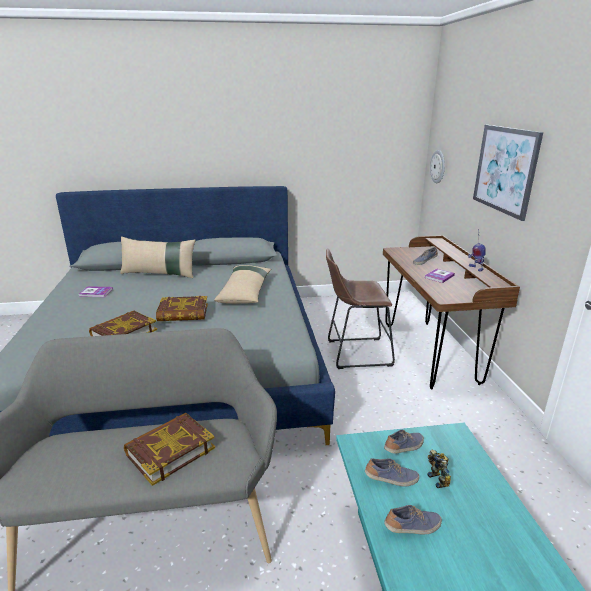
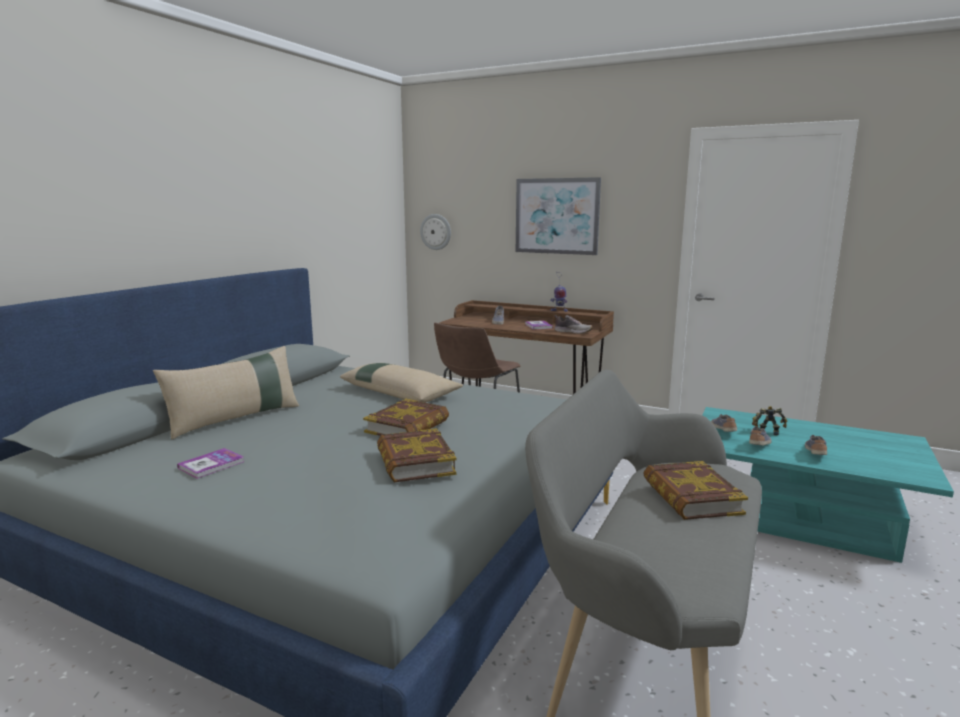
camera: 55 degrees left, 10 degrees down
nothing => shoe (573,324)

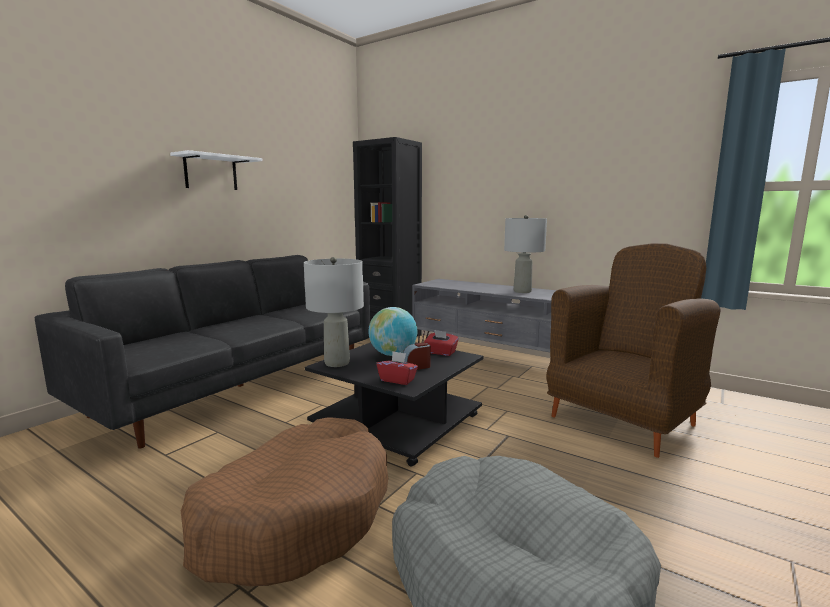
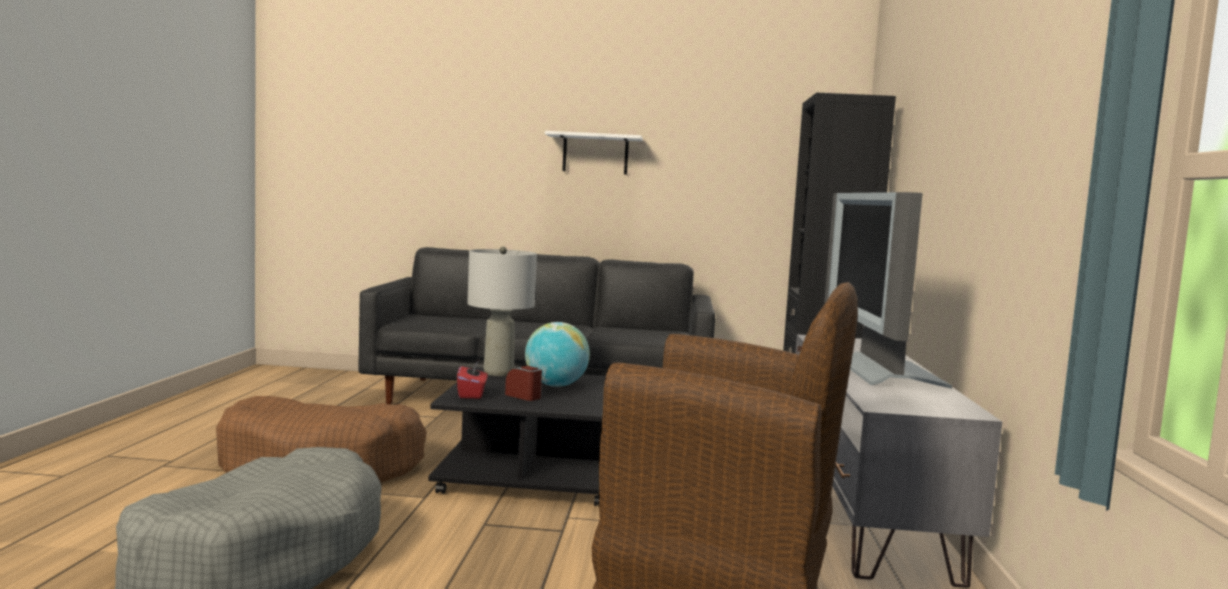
camera: 60 degrees right, 5 degrees down
red tissue box (441,343) => nothing
grey table lamp (525,254) => television (888,290)

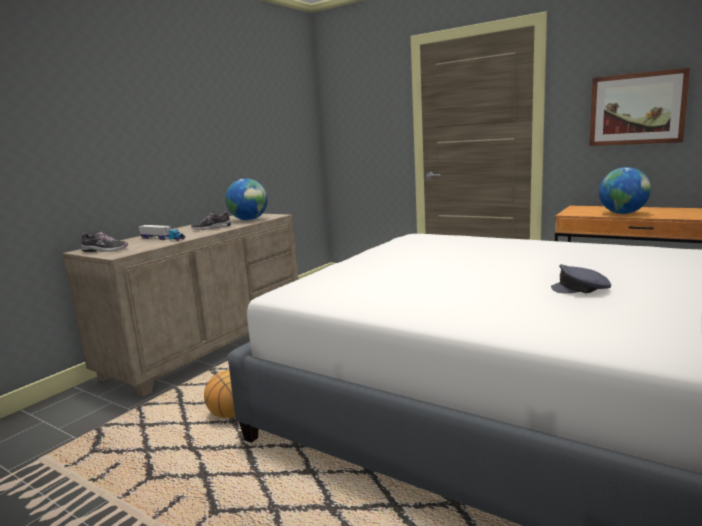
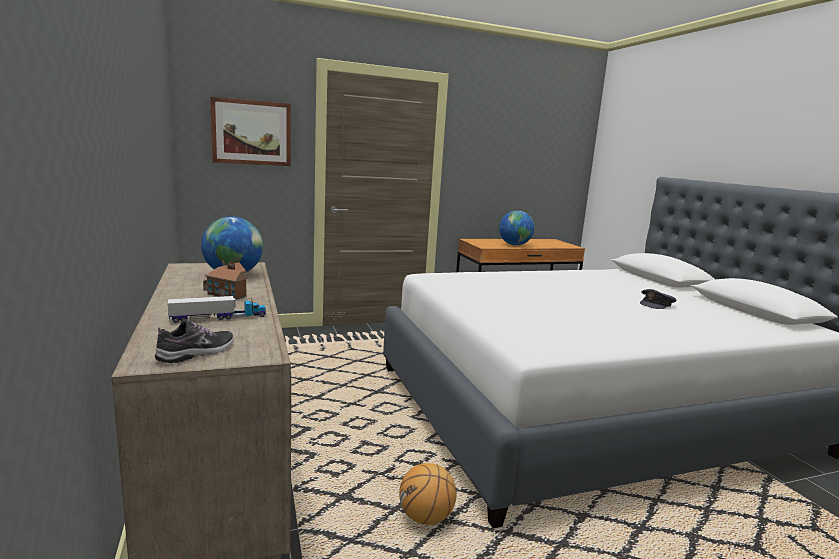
camera: 55 degrees left, 0 degrees up
picture (639,106) => picture (250,131), move
shoe (211,220) => toy house (225,281)

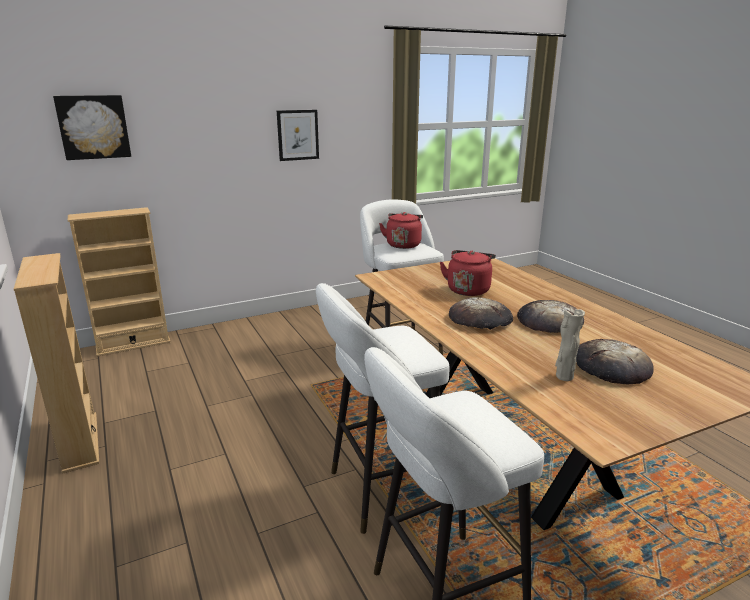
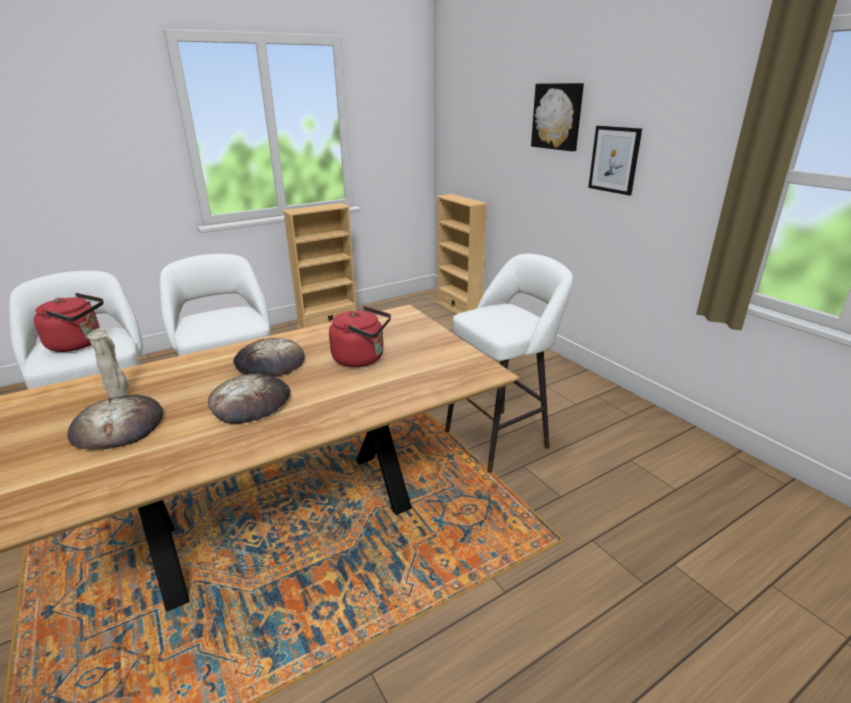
camera: 85 degrees right, 5 degrees up
picture (92,127) => picture (557,117), move
red kettle (401,230) => red kettle (69,322), move

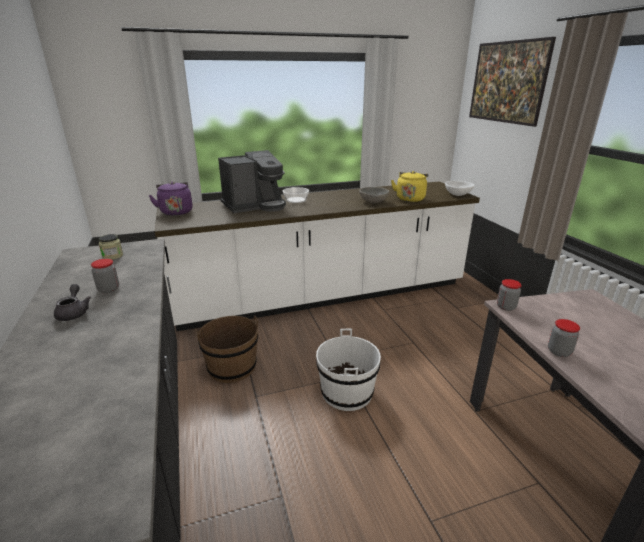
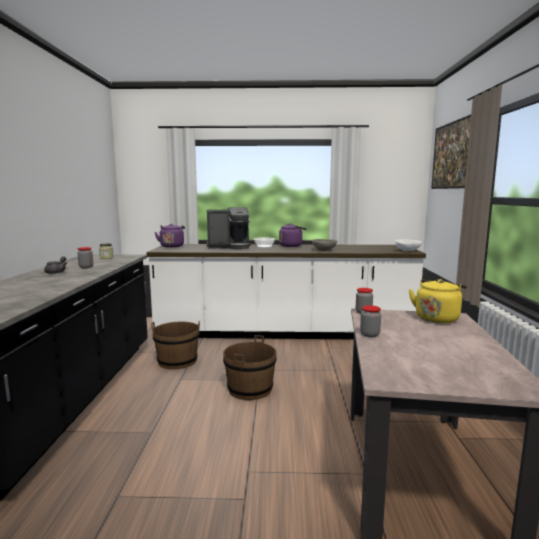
camera: 20 degrees right, 15 degrees down
nothing => purple kettle (293,235)
yellow kettle (409,186) => yellow kettle (438,301), move
white bucket (348,370) => brown bucket (250,367)

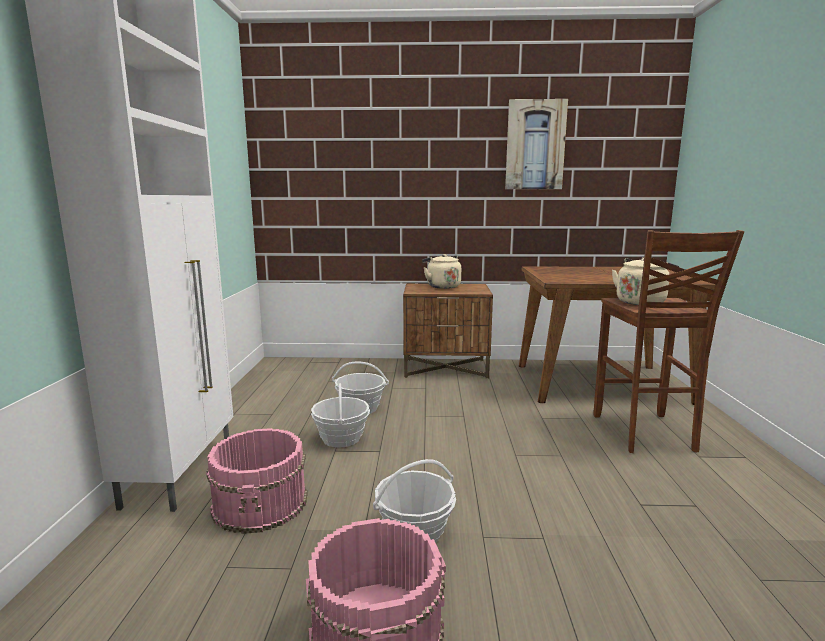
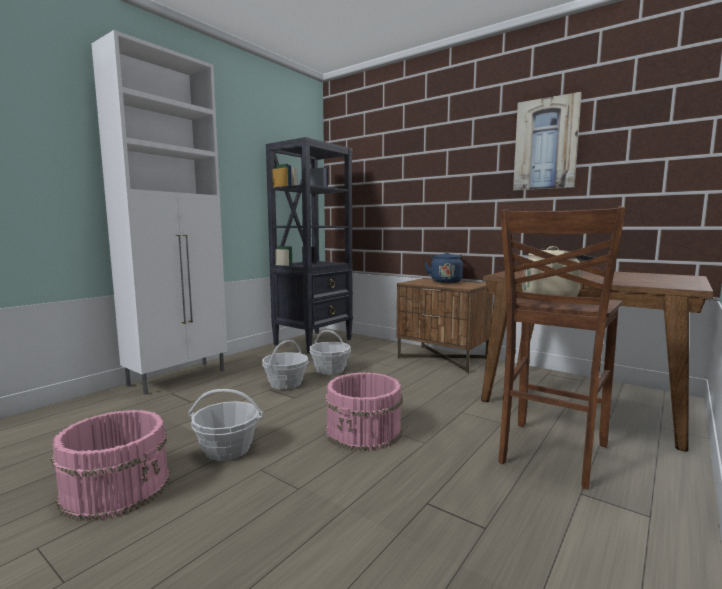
camera: 35 degrees right, 5 degrees down
nothing => black bookcase (309,245)
pink bucket (256,481) => pink bucket (364,411), move
beige kettle (441,271) => blue kettle (443,267)

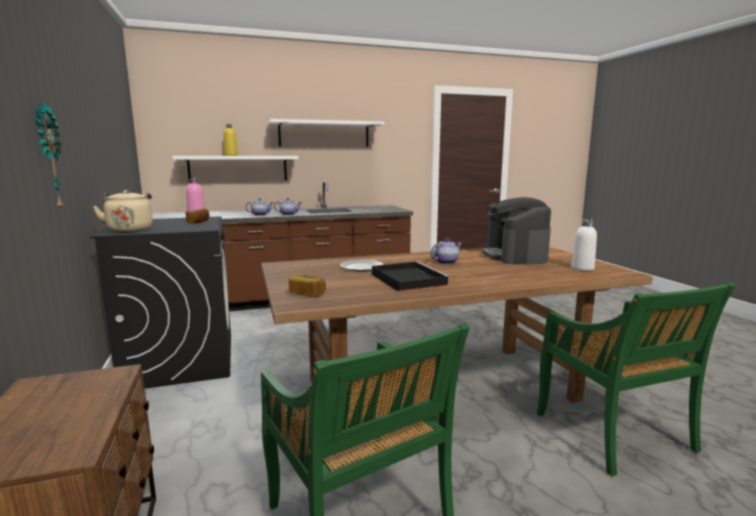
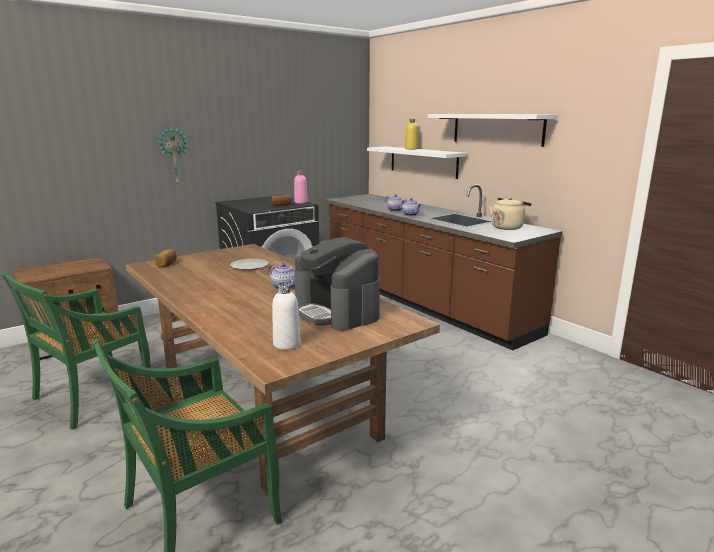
camera: 70 degrees right, 5 degrees up
black tray (411,276) => nothing
beige kettle (123,211) => beige kettle (510,213), move
coffee machine (517,230) => coffee machine (337,284), 105 degrees counterclockwise

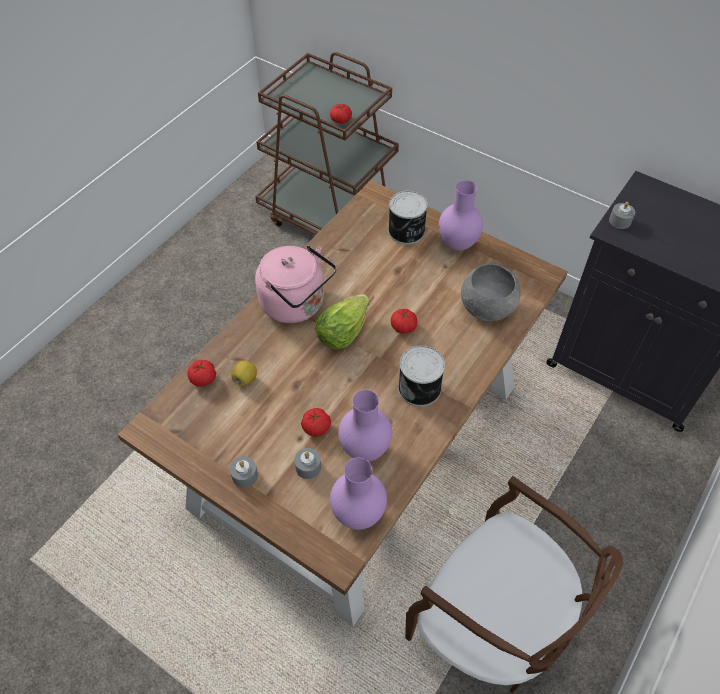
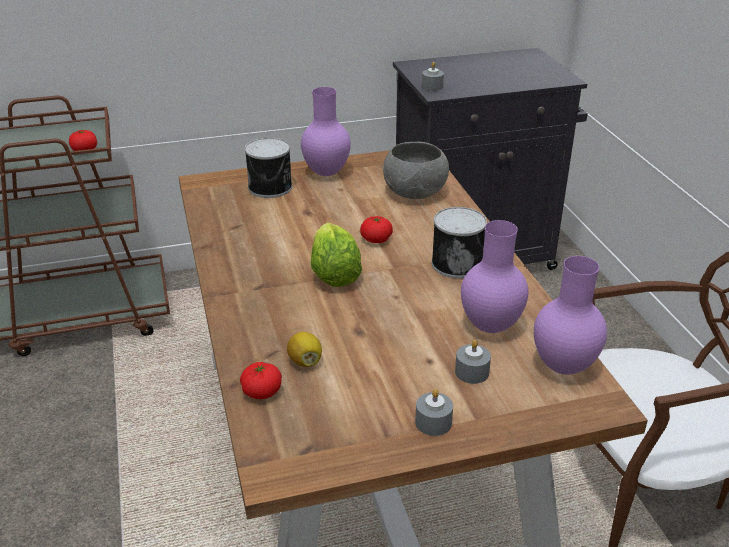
camera: 50 degrees left, 20 degrees down
pink kettle (296,284) => nothing
tomato (316,422) => nothing

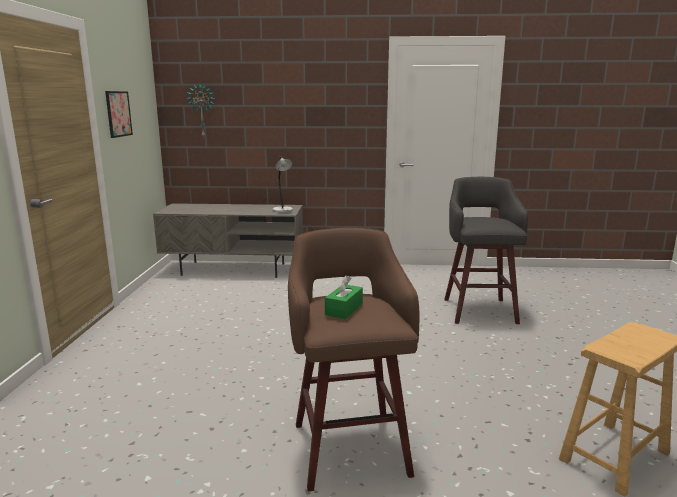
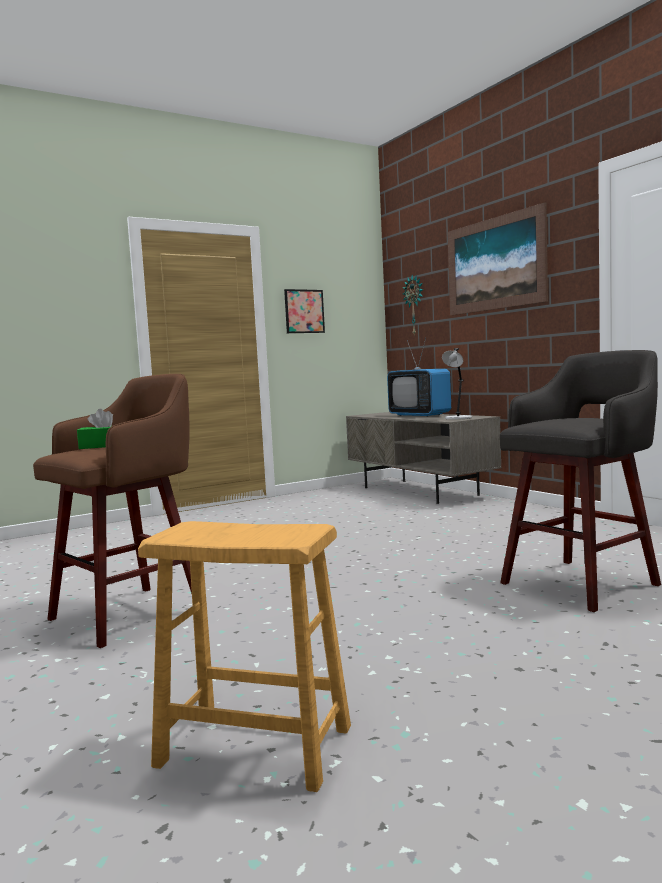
camera: 55 degrees right, 10 degrees down
nothing => television (419,377)
nothing => picture (497,258)

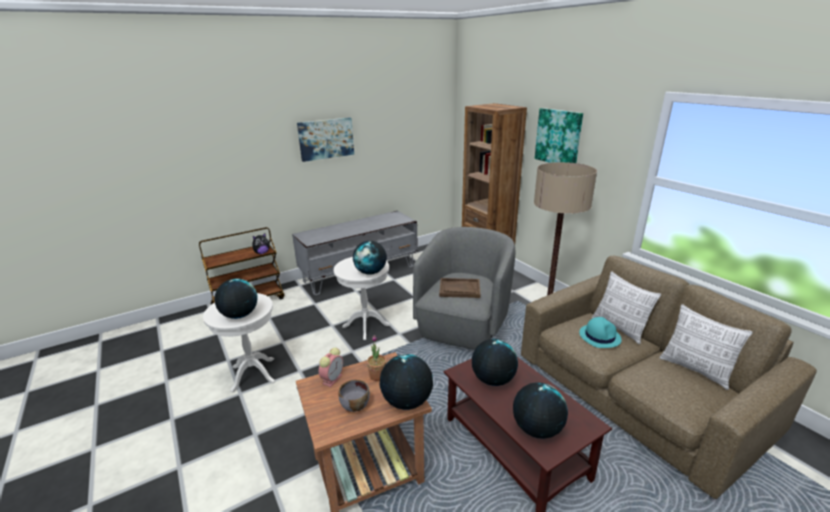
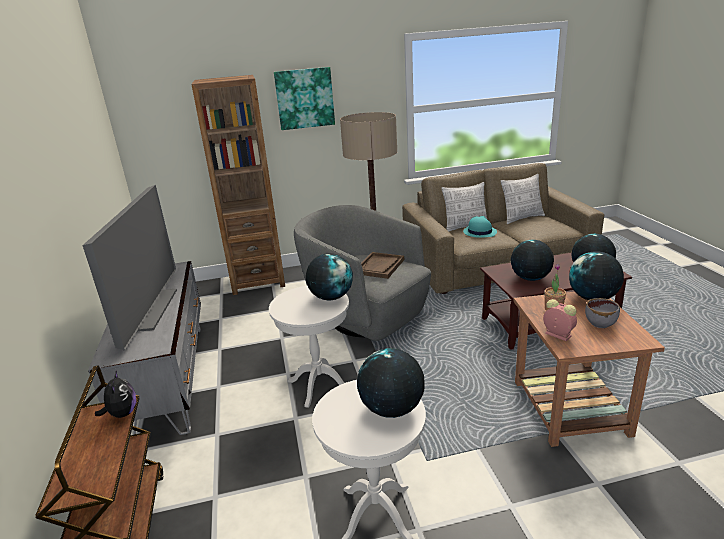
camera: 70 degrees left, 0 degrees up
picture (325,139) => nothing
nothing => television (129,267)

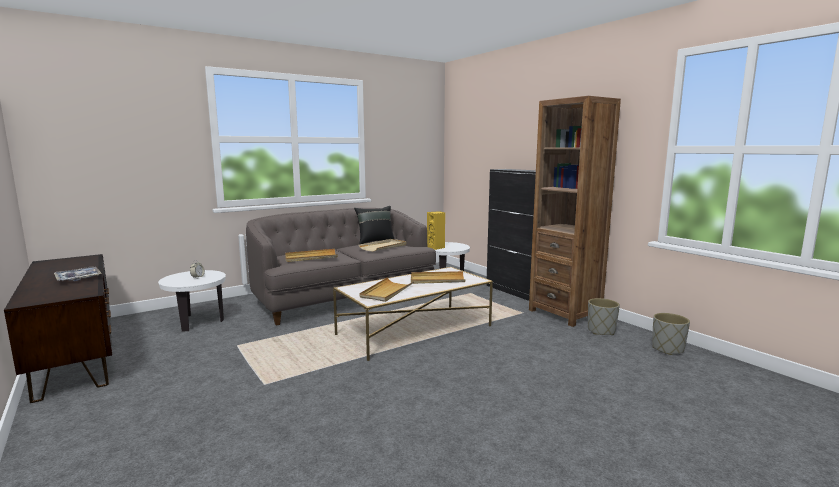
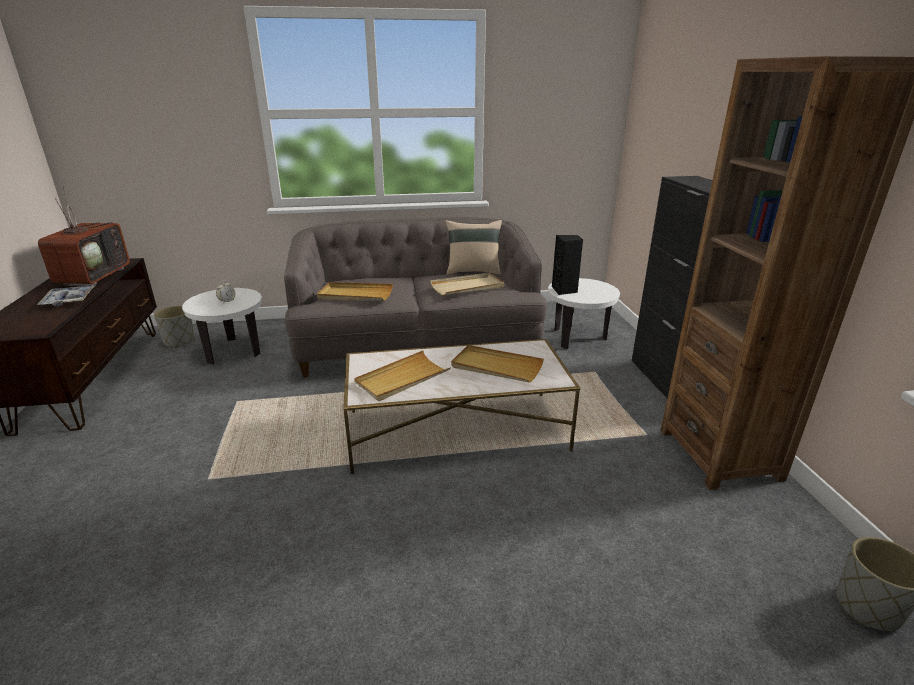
camera: 25 degrees right, 15 degrees up
nothing => television (84,235)
grey planter (604,316) => grey planter (174,327), move
black pillow (374,225) => beige pillow (473,247)
yellow speaker (436,230) => black speaker (567,265)

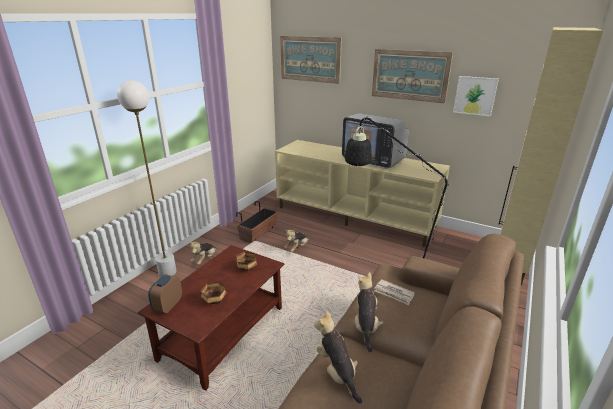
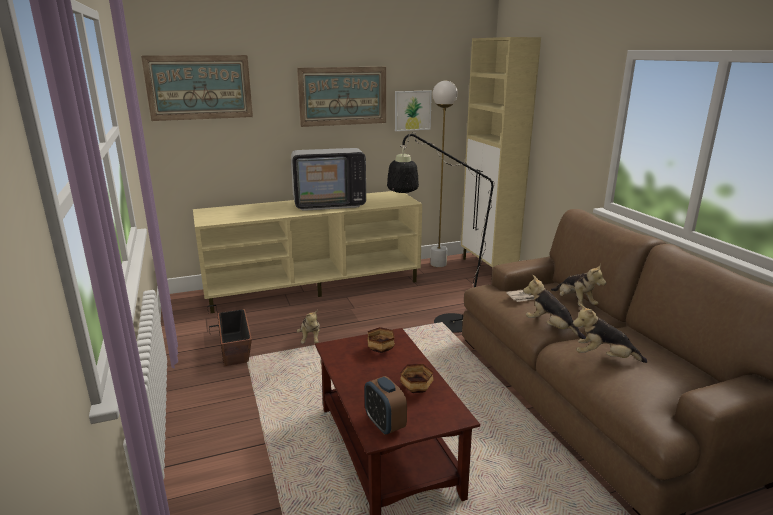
camera: 50 degrees left, 5 degrees down
white floor lamp (147,178) => white floor lamp (444,174), move
plush toy (203,253) => plush toy (578,285), move

